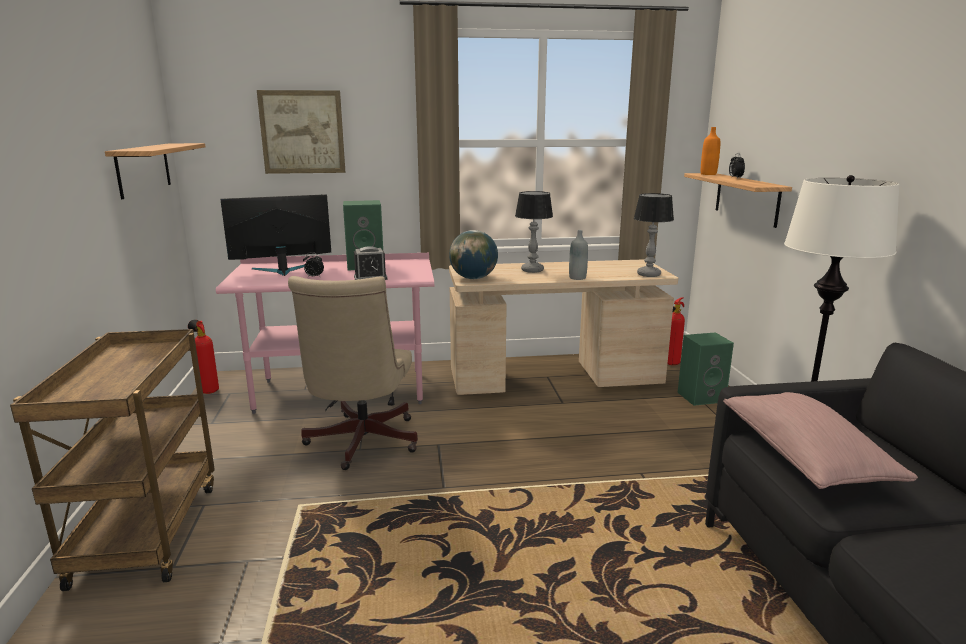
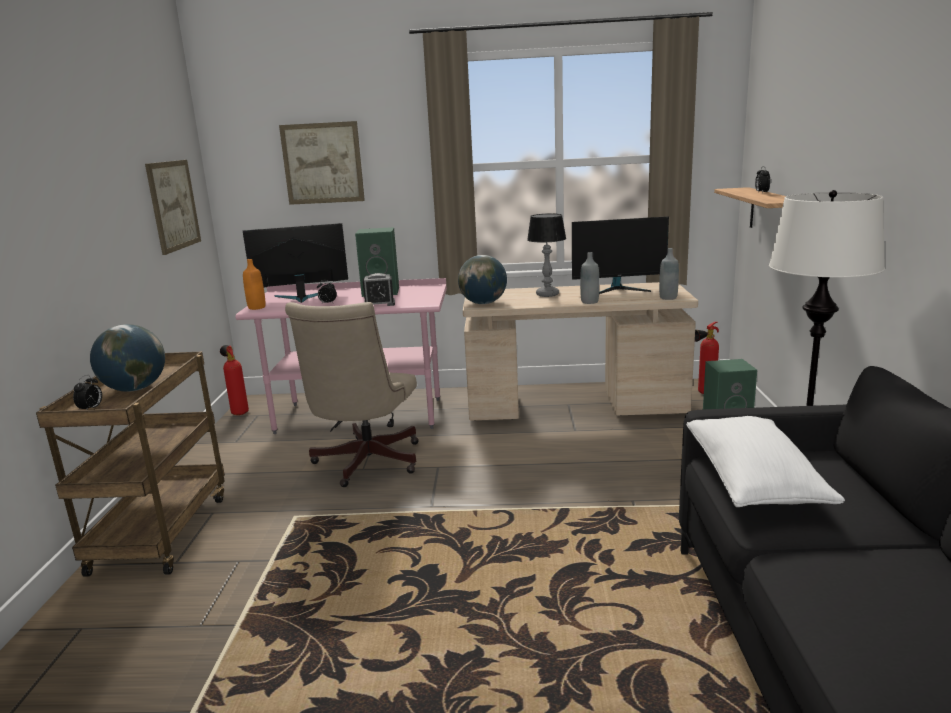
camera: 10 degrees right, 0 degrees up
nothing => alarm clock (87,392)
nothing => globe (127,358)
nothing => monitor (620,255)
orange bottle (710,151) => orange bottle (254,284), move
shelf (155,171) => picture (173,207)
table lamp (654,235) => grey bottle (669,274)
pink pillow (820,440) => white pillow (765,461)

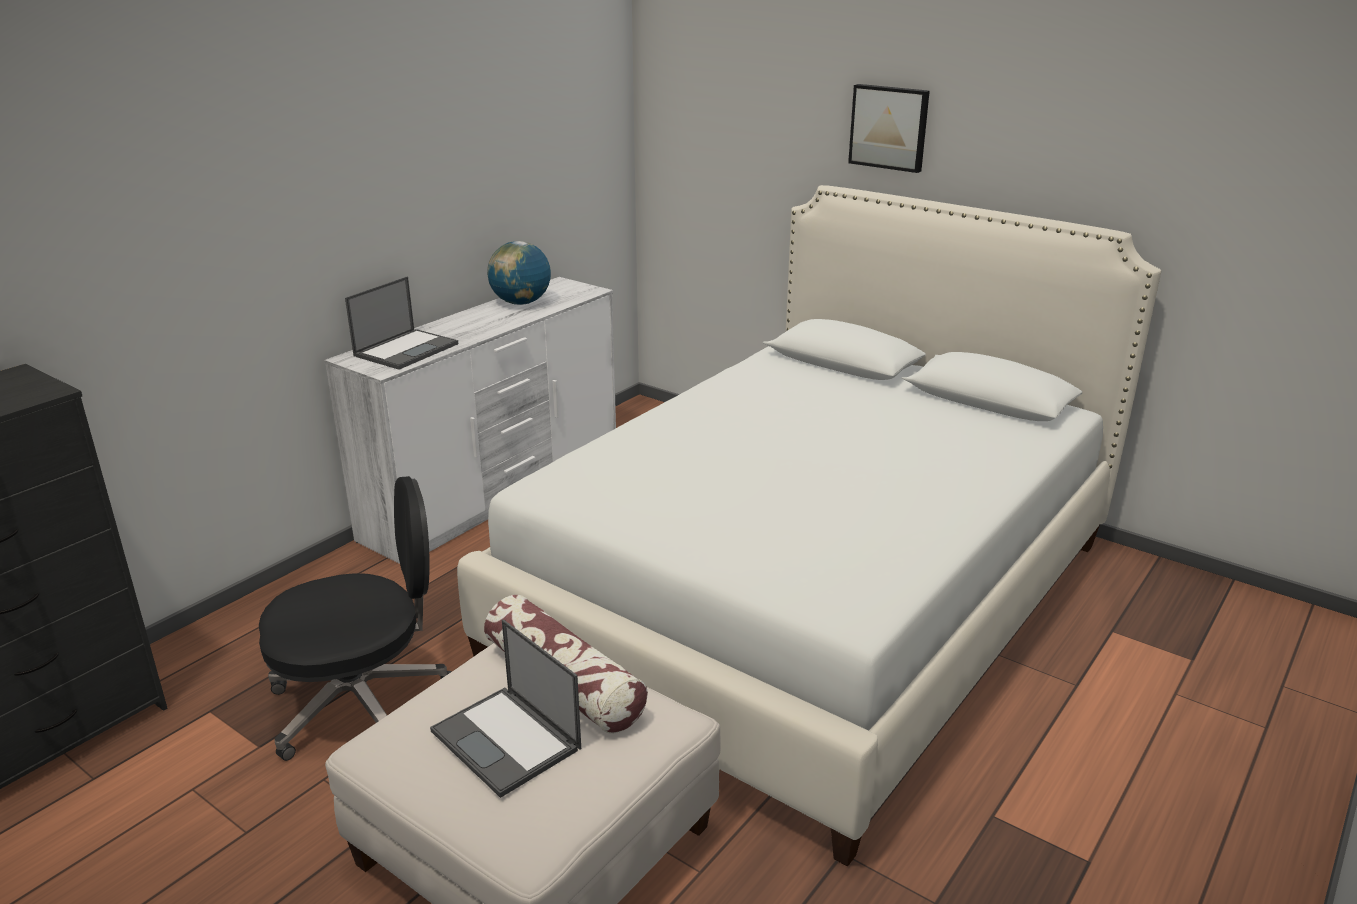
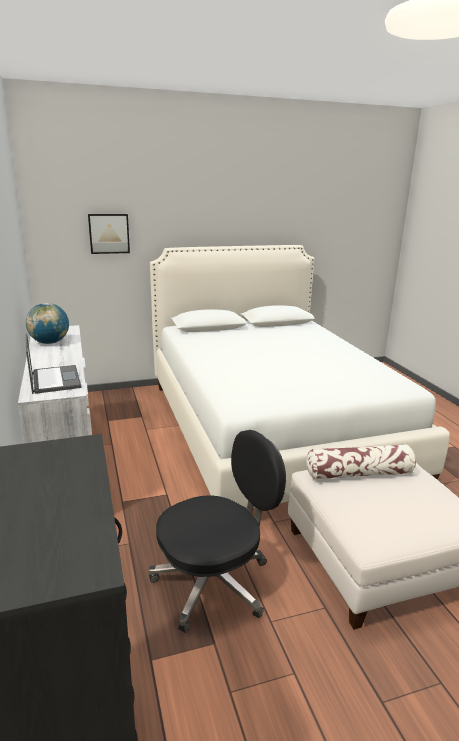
camera: 55 degrees left, 5 degrees down
laptop (505,708) => nothing
picture (889,128) => picture (109,234), move
black office chair (355,618) => black office chair (217,531), 45 degrees clockwise

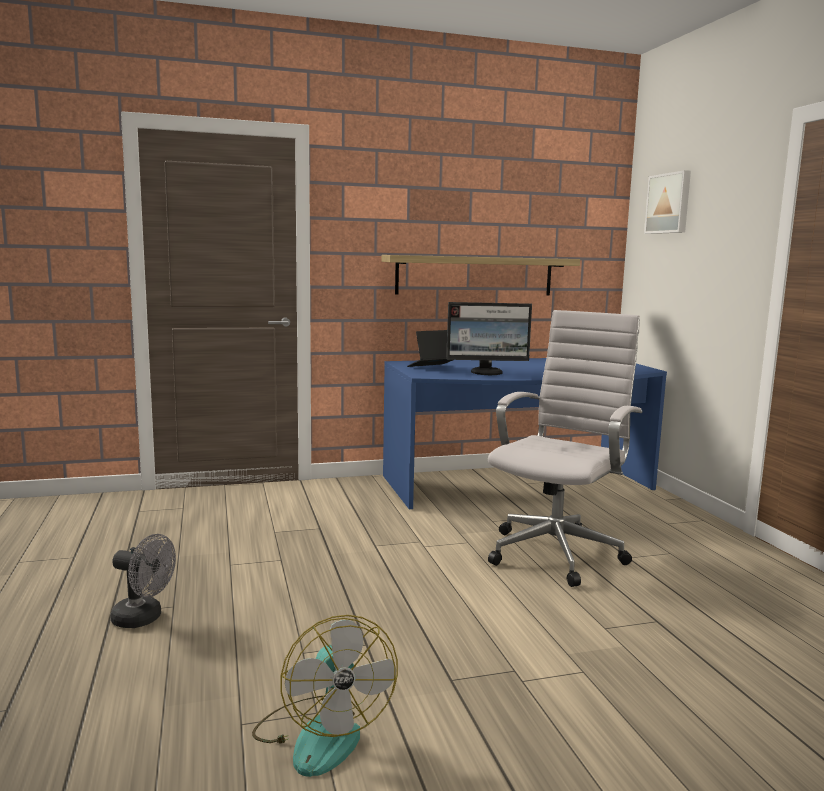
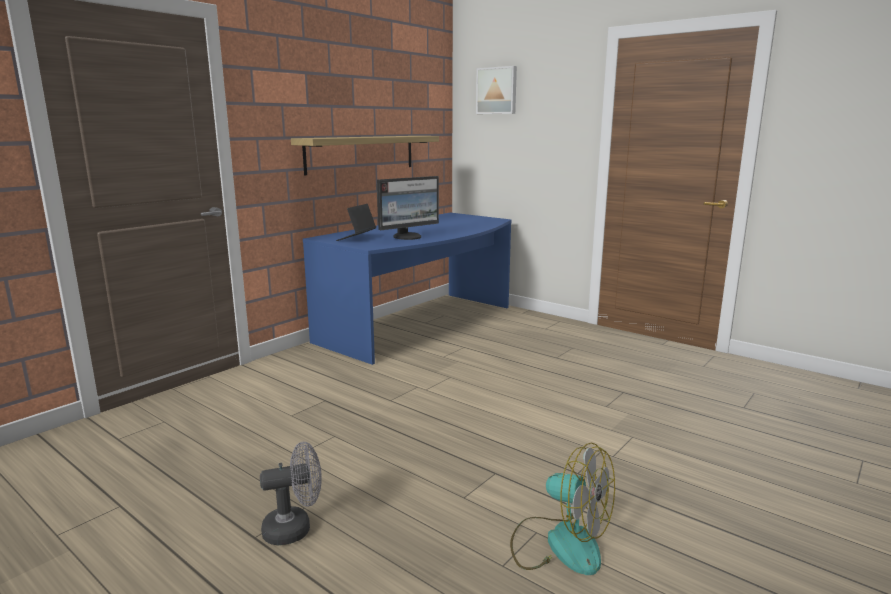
camera: 35 degrees left, 5 degrees up
white office chair (565,448) => nothing

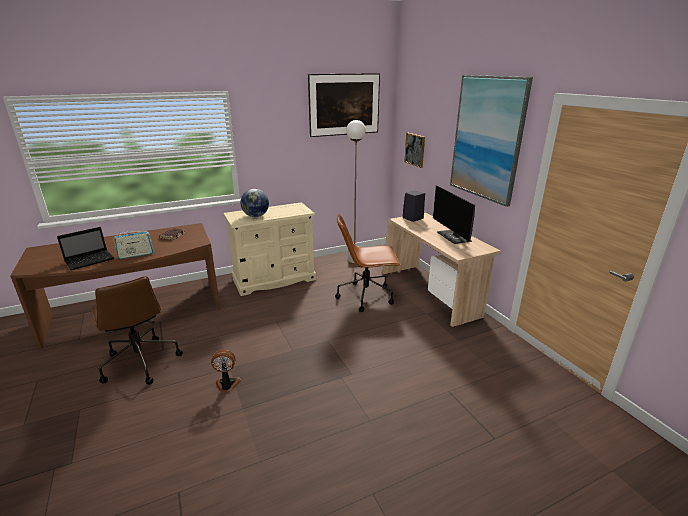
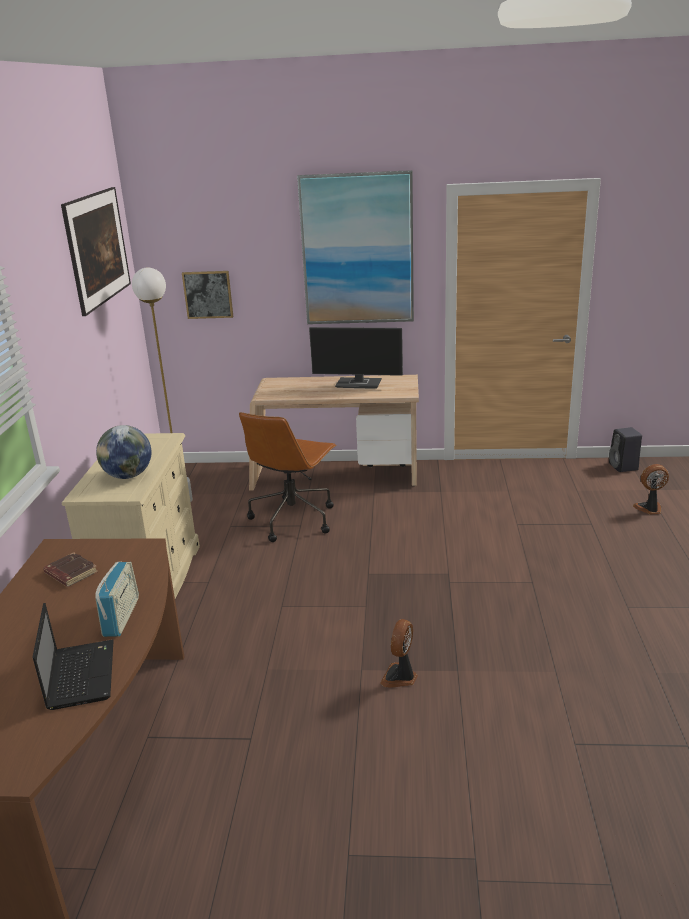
camera: 60 degrees left, 0 degrees up
brown office chair (137,330) => nothing
nothing => fan (651,489)
black speaker (414,206) => black speaker (625,449), move

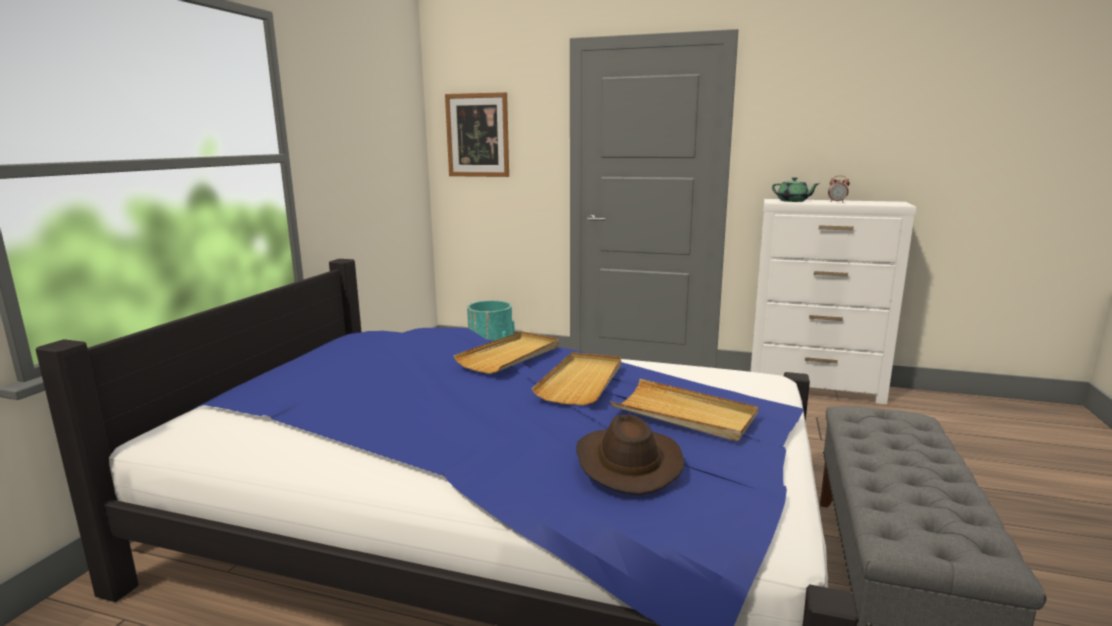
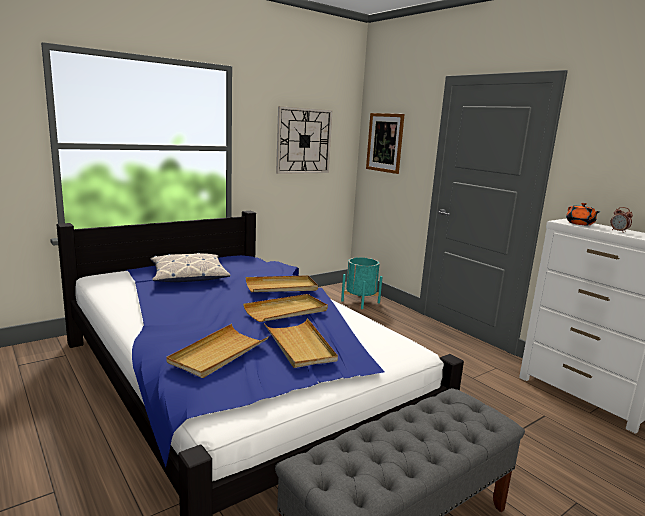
camera: 35 degrees right, 0 degrees up
nothing => pillow (190,267)
nothing => wall clock (304,140)
brown hat (630,455) => beige tray (217,351)
green teapot (795,189) => orange teapot (583,214)

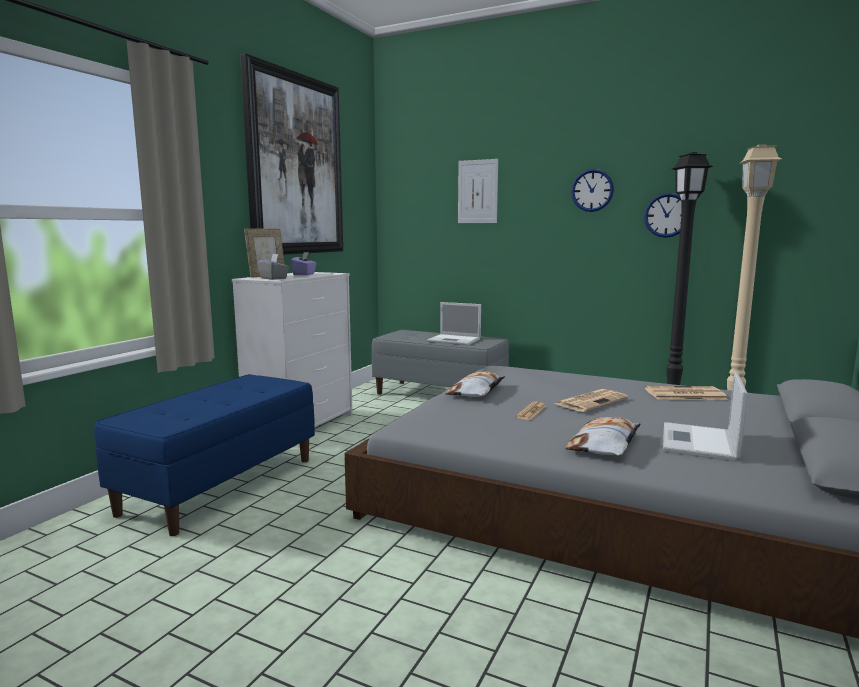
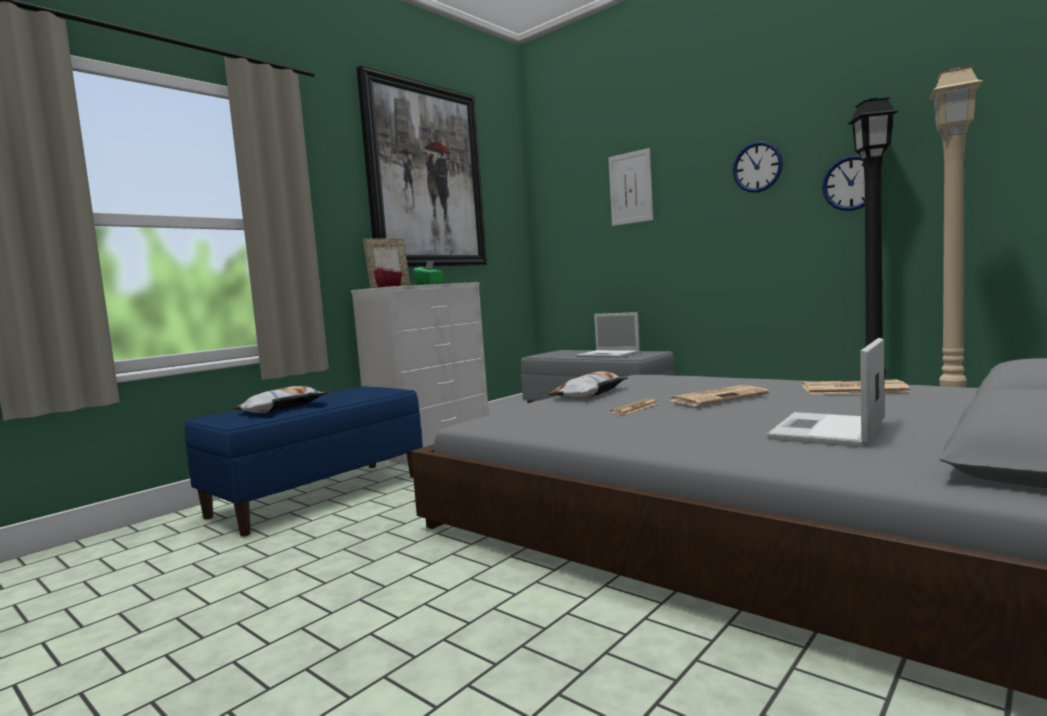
camera: 15 degrees right, 5 degrees down
pillow (603,436) => pillow (281,399), move
grey tissue box (273,267) => red tissue box (388,274)
purple tissue box (303,263) => green tissue box (428,273)

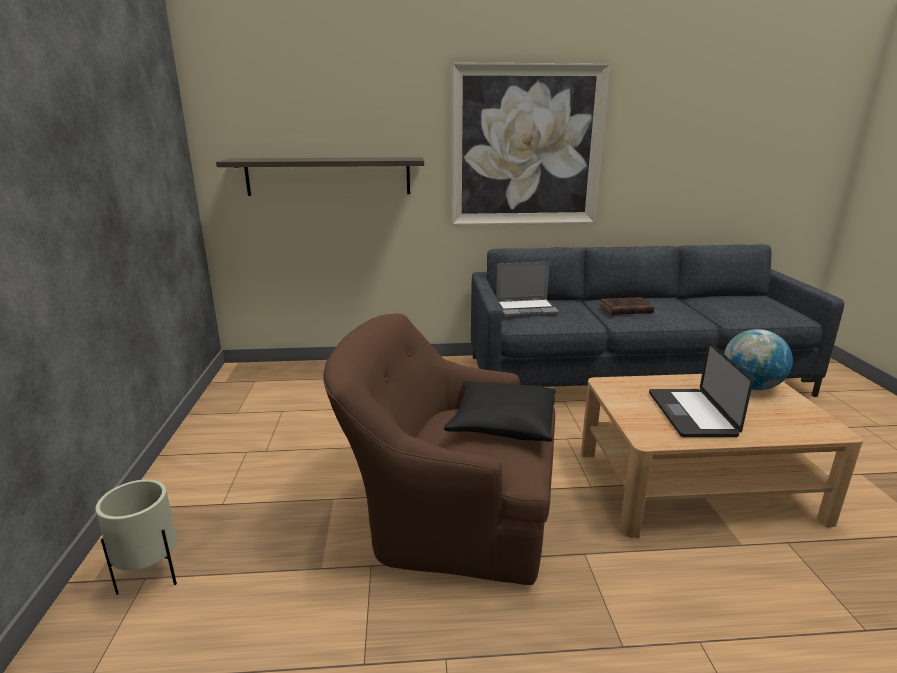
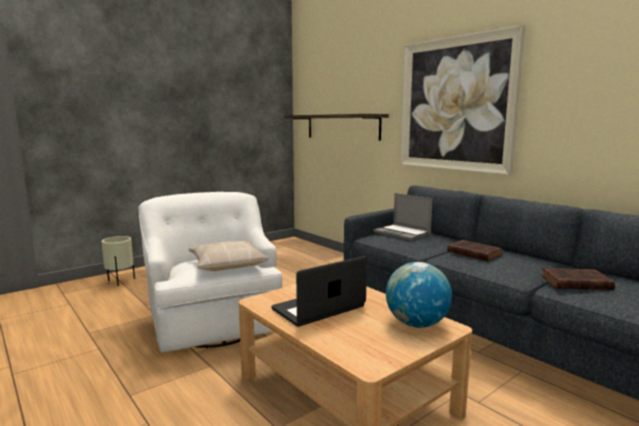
camera: 55 degrees right, 10 degrees down
nothing => brown book (578,279)
brown armchair (439,449) => white armchair (210,272)
black pillow (500,411) => beige pillow (229,256)

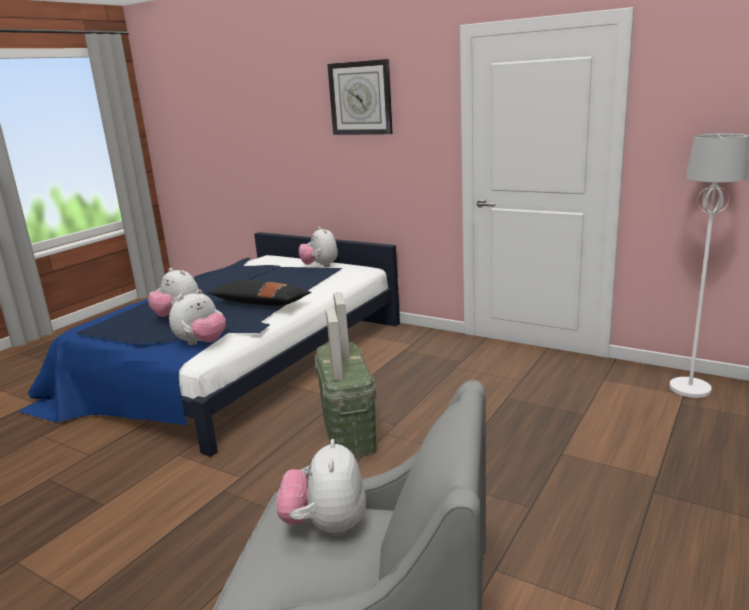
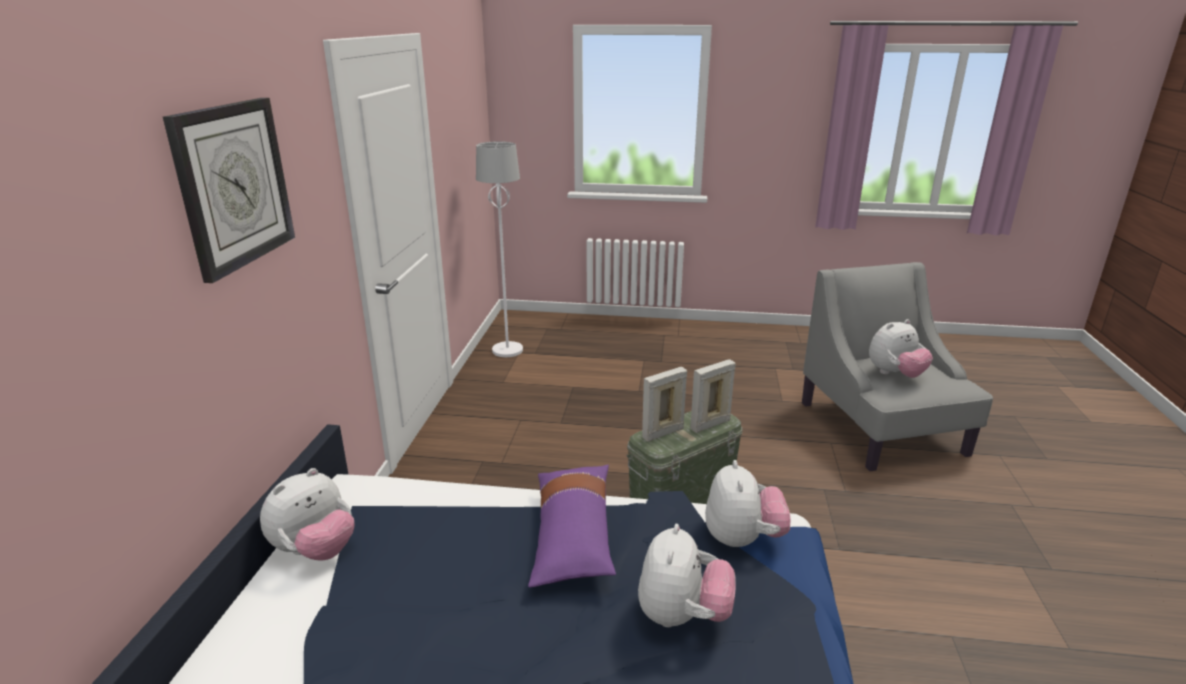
camera: 115 degrees left, 5 degrees up
black pillow (259,293) => purple pillow (572,526)
plush toy (197,317) => plush toy (747,503), 75 degrees clockwise

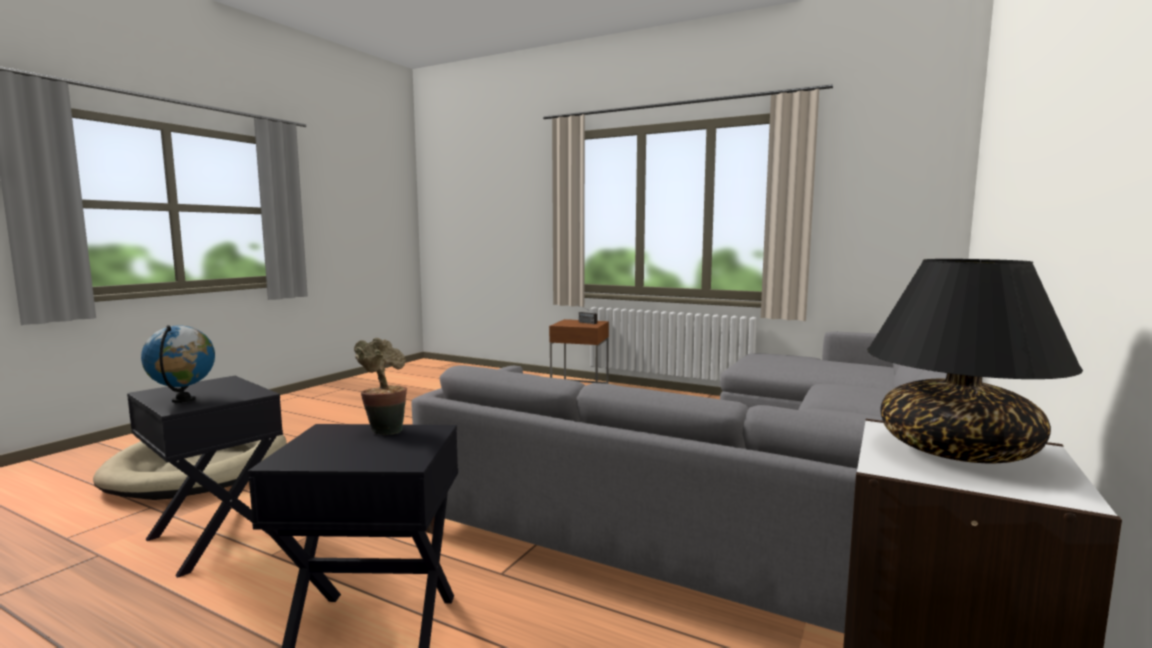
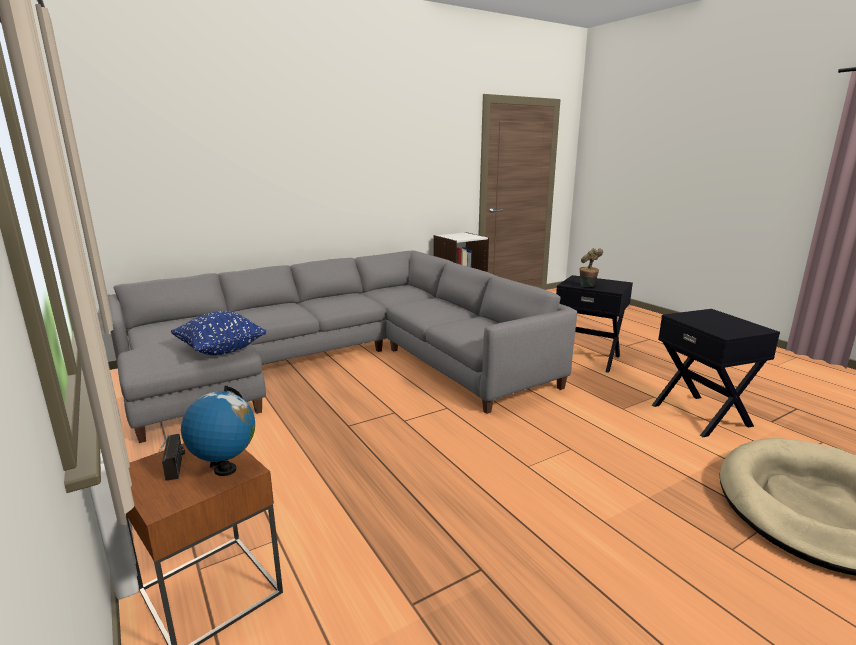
camera: 150 degrees left, 10 degrees up
black table lamp (975,361) => nothing
nothing => blue pillow (219,333)
globe (178,364) => globe (218,431), move

